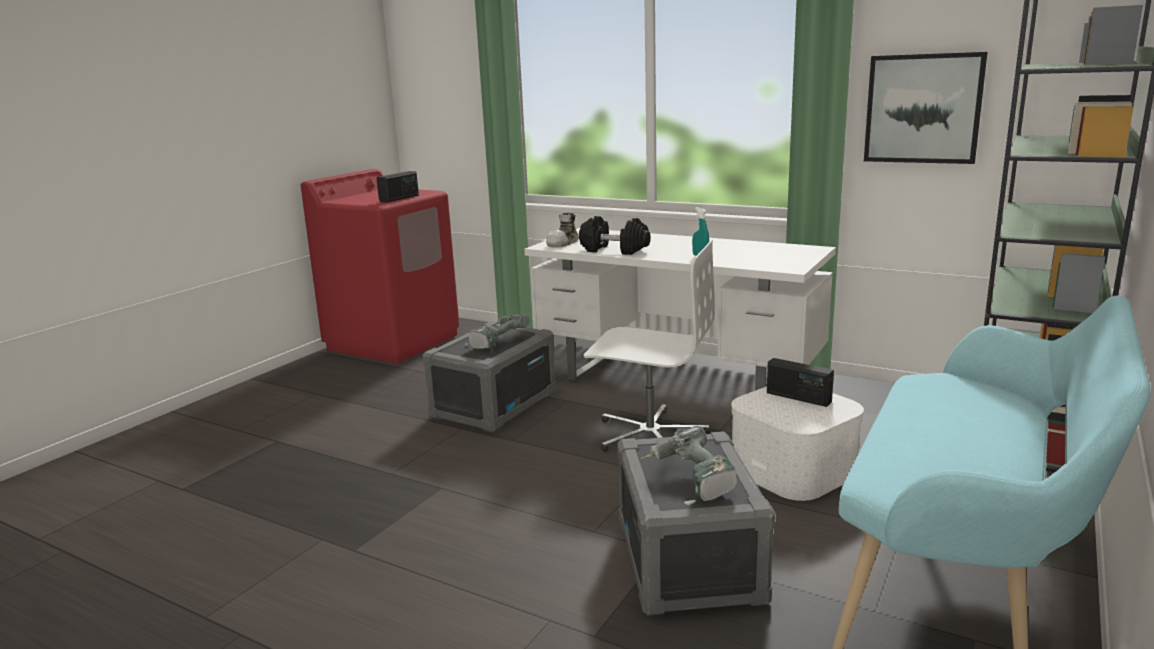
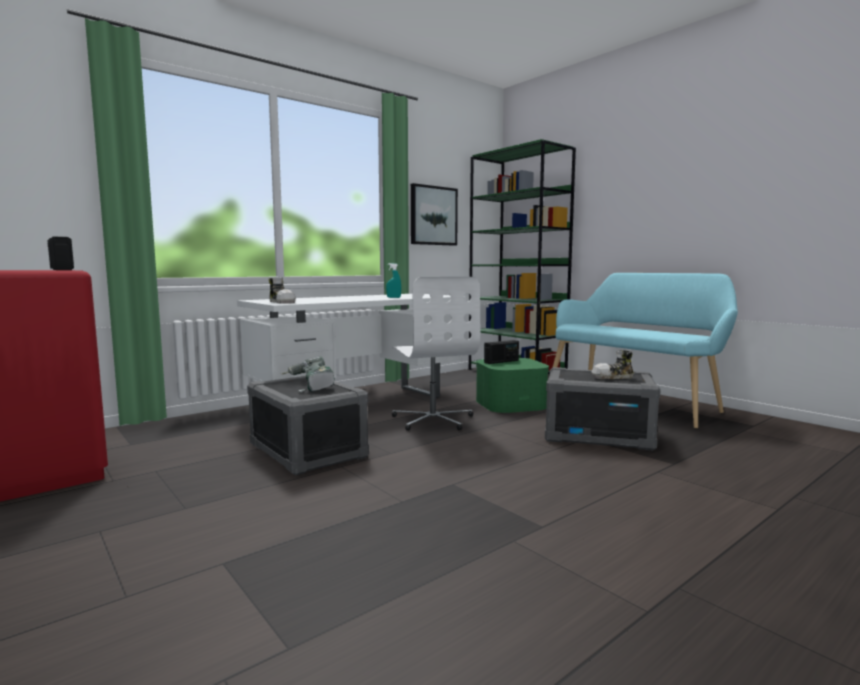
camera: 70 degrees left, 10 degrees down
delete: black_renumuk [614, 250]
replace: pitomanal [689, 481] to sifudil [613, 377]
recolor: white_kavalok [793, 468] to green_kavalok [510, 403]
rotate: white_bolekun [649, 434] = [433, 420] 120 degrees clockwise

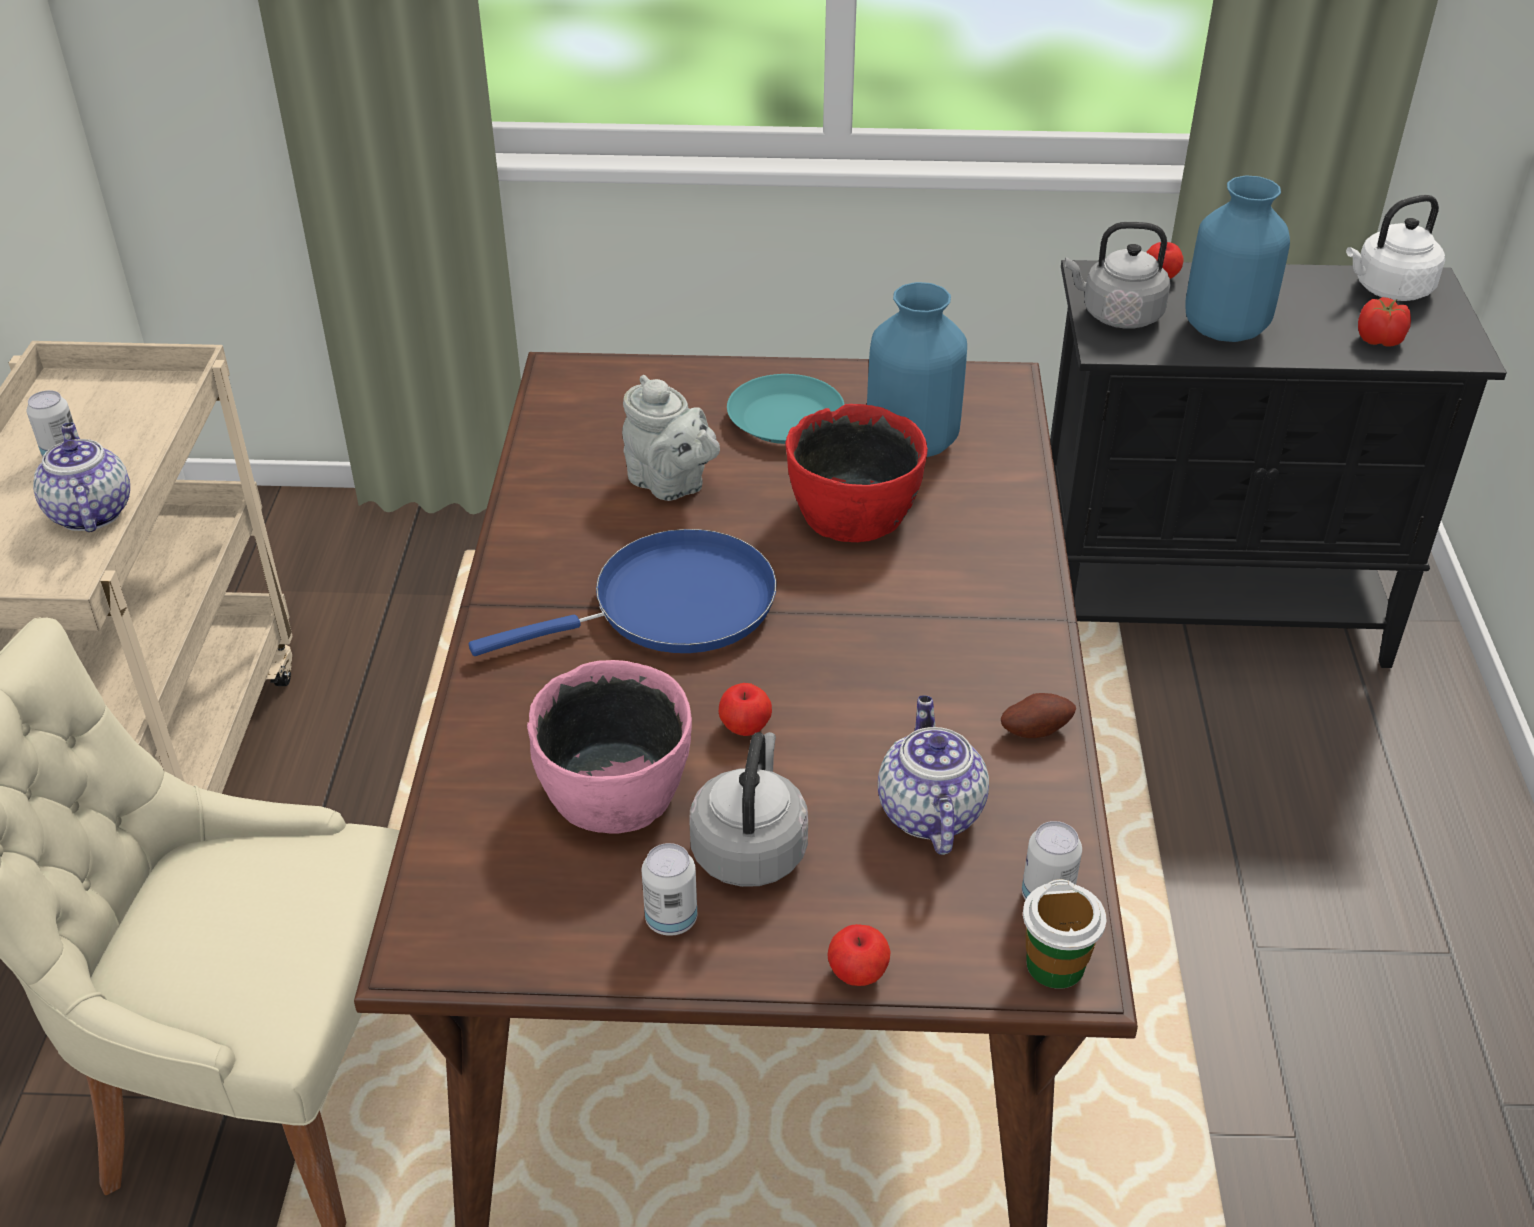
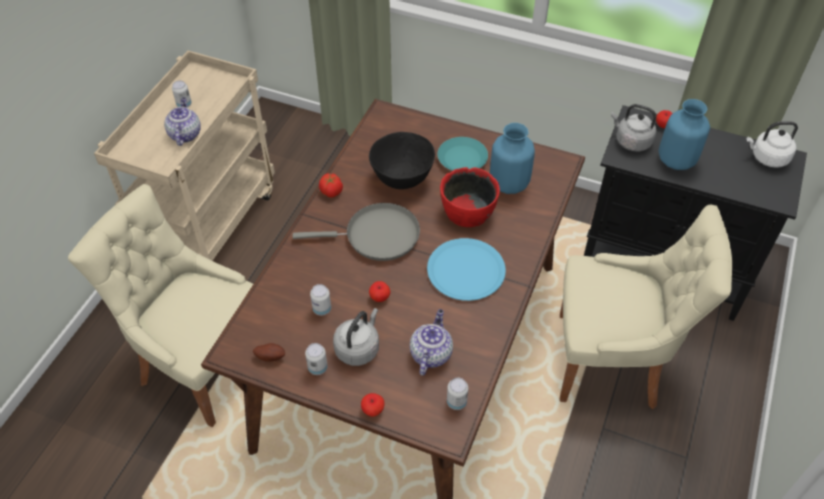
camera: 20 degrees right, 10 degrees up
delete: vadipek [1055, 965]
insert: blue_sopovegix [466, 270]; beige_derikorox [611, 361]
move: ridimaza [1035, 729] to [270, 356]; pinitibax [1380, 341] to [331, 192]
replace: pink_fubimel [617, 788] to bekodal [322, 309]; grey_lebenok [670, 484] to black_fubimel [401, 179]
recolor: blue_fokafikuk [672, 606] to grey_fokafikuk [377, 236]

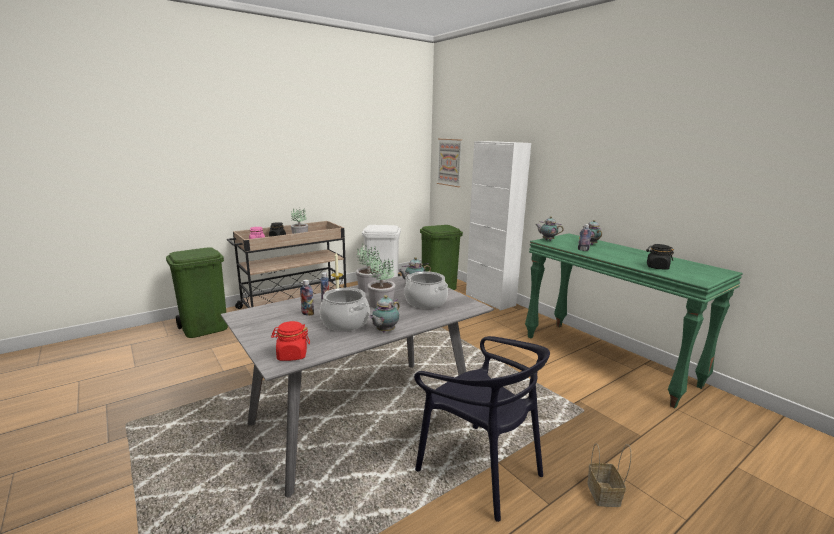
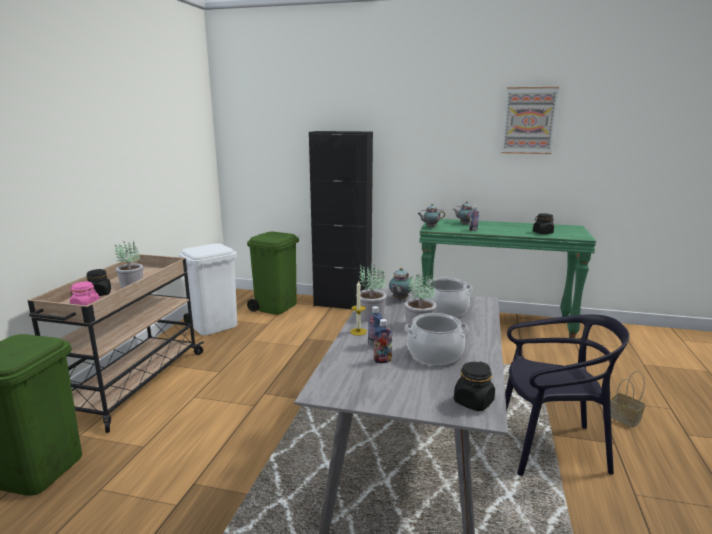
camera: 40 degrees left, 0 degrees up
delete: lebenok [384, 331]
move: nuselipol [449, 162] to [529, 120]
recolor: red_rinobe [292, 355] to black_rinobe [473, 402]; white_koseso [490, 300] to black_koseso [342, 304]

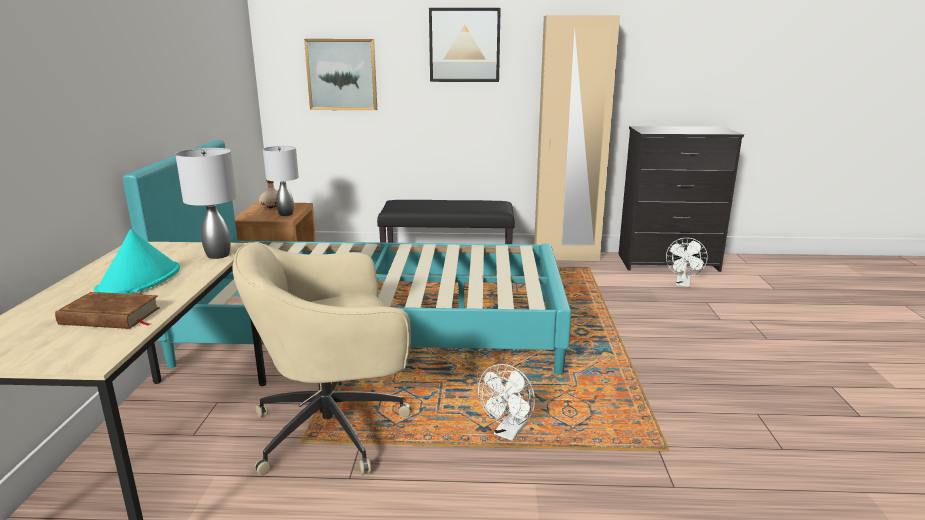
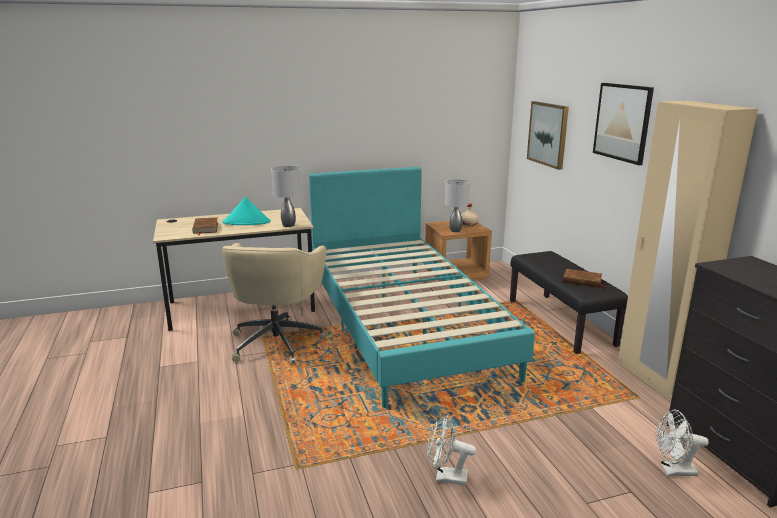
camera: 70 degrees right, 0 degrees up
insert: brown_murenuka [582, 281]
move: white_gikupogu [508, 433] to [446, 477]
rotate: beige_bolekun [335, 428] = [277, 341] 135 degrees counterclockwise

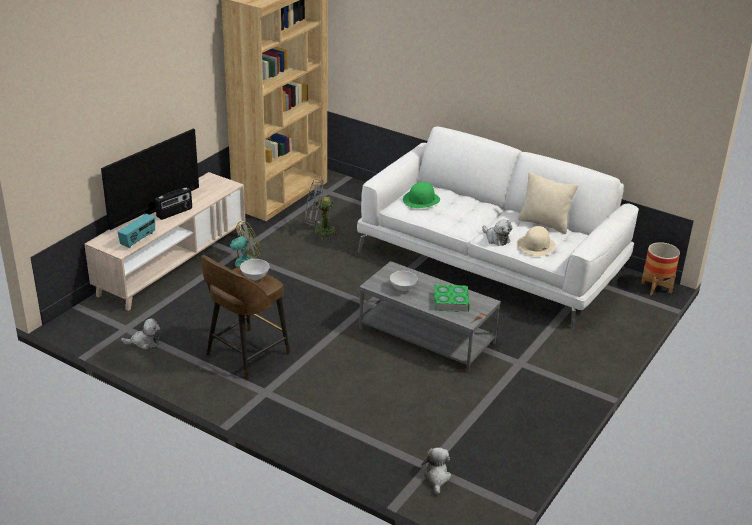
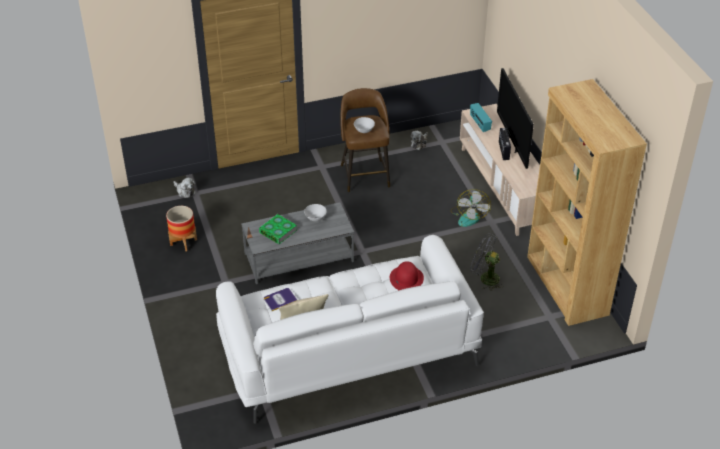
camera: 130 degrees right, 10 degrees up
delete: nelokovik [496, 239]
move: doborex [656, 288] to [183, 242]
replace: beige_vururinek [536, 245] to murenuka [280, 299]
recolor: green_vururinek [421, 200] to red_vururinek [406, 278]
rotate: grey_gikupogu [319, 231] = [485, 278] 105 degrees counterclockwise

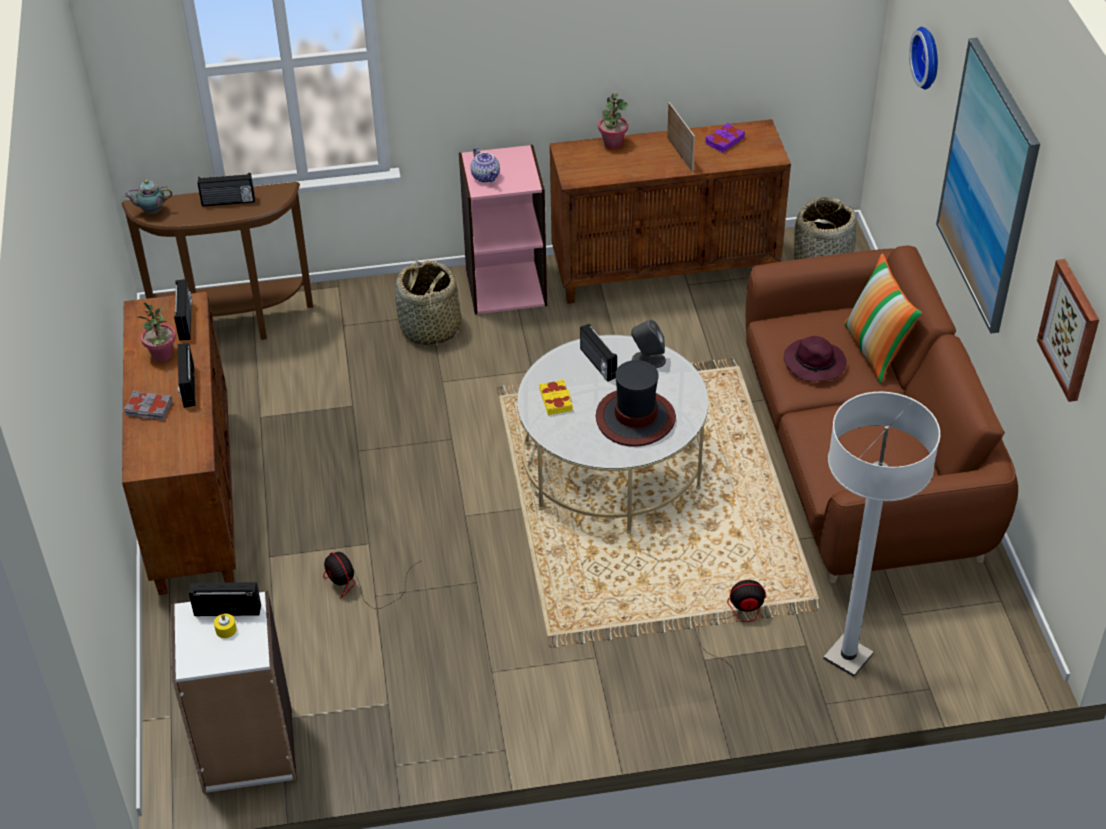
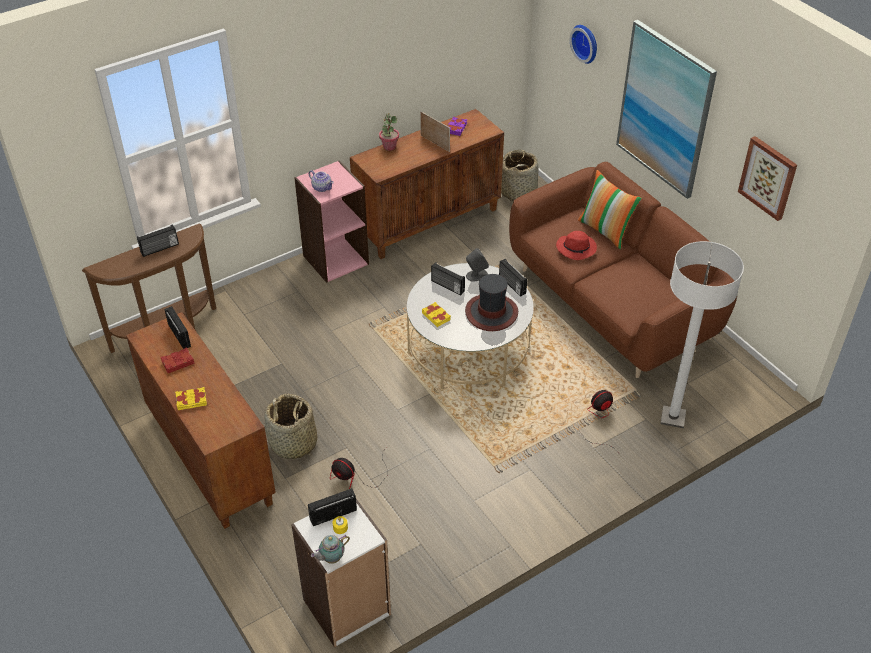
camera: 25 degrees left, 0 degrees up
move: lebenok [151, 211] to [331, 558]; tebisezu [187, 387] to [511, 285]; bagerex [430, 328] to [293, 444]
replace: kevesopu [162, 355] to red_murenuka [177, 362]
recolor: grey_murenuka [148, 409] to yellow_murenuka [191, 401]; purple_vururinek [815, 364] to red_vururinek [577, 248]

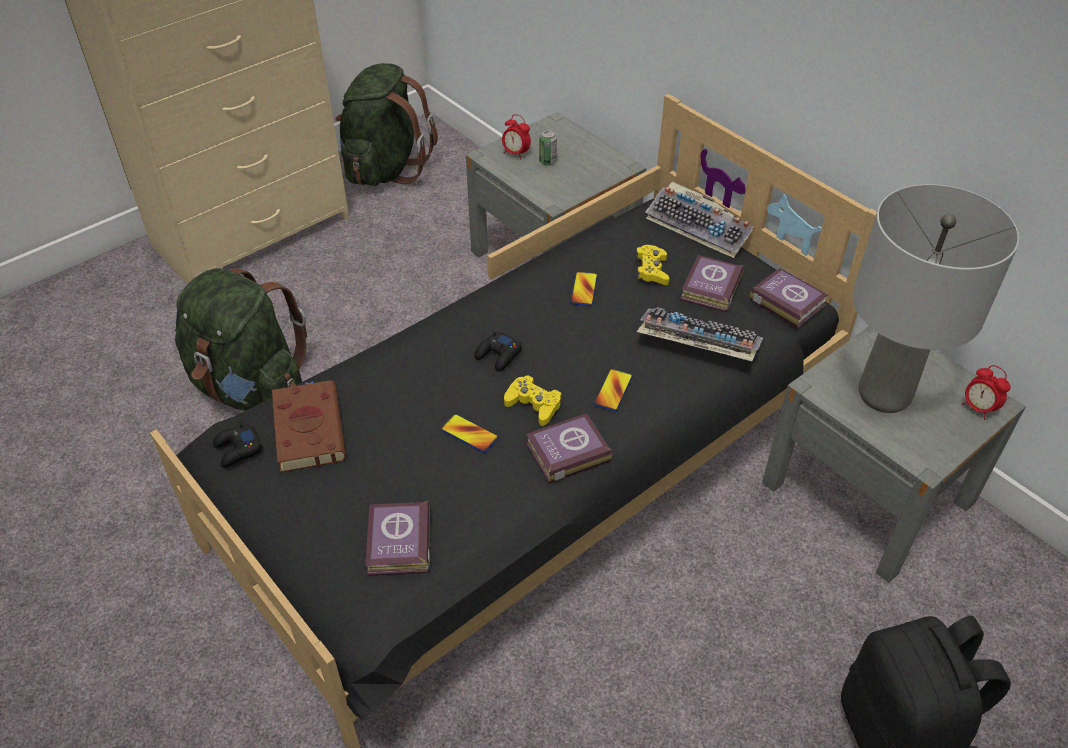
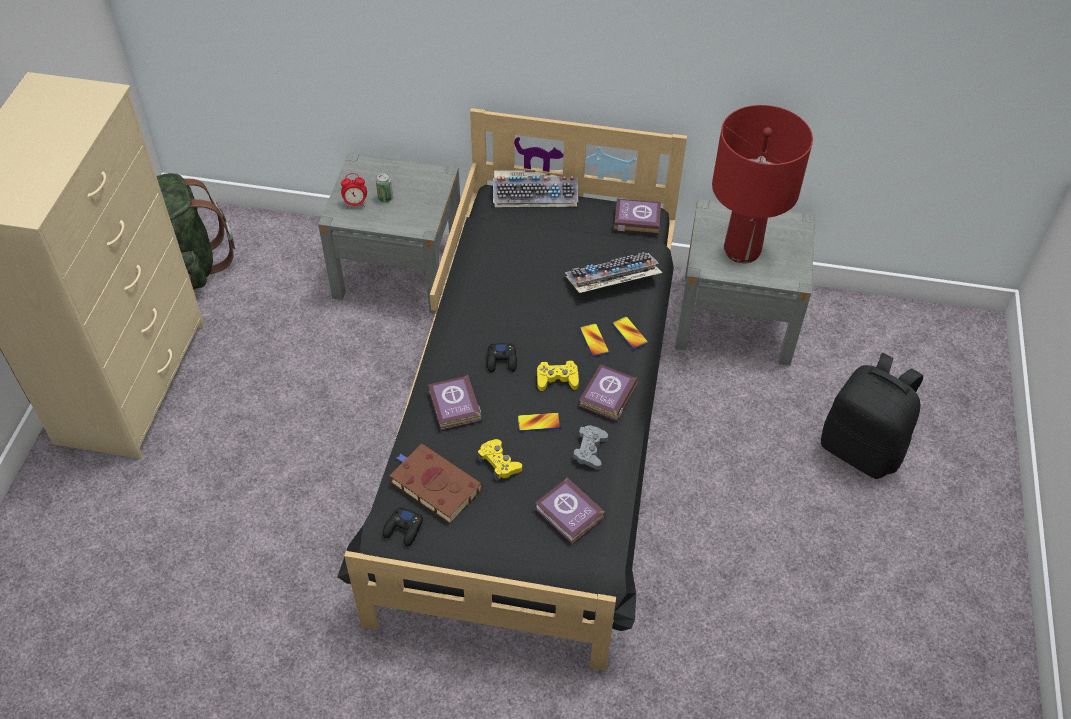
camera: 40 degrees left, 5 degrees up
delete: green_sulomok [250, 387]; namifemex [978, 408]
insert: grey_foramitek [590, 450]
move: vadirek [584, 289] to [630, 333]; yellow_foramitek [651, 270] to [499, 463]; murenuka [709, 289] to [454, 408]
recolor: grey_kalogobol [884, 394] to red_kalogobol [741, 250]

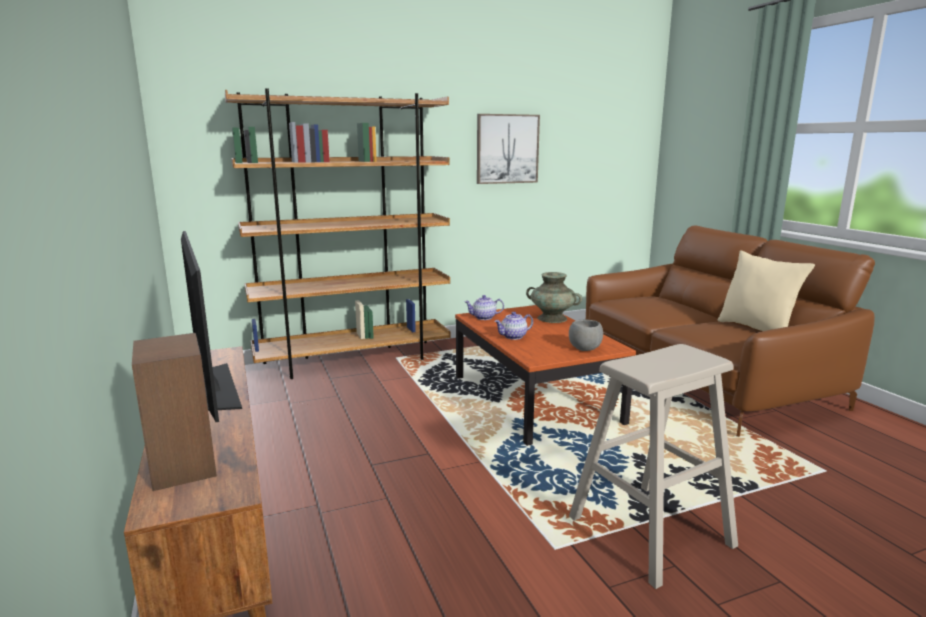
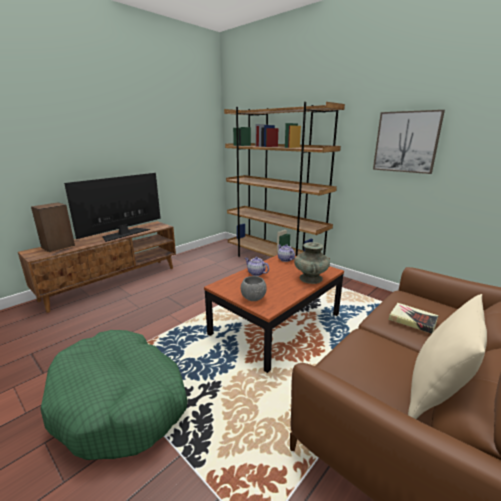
camera: 65 degrees right, 5 degrees up
insert: murenuka [412, 320]
replace: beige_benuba [650, 532] to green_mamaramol [120, 402]

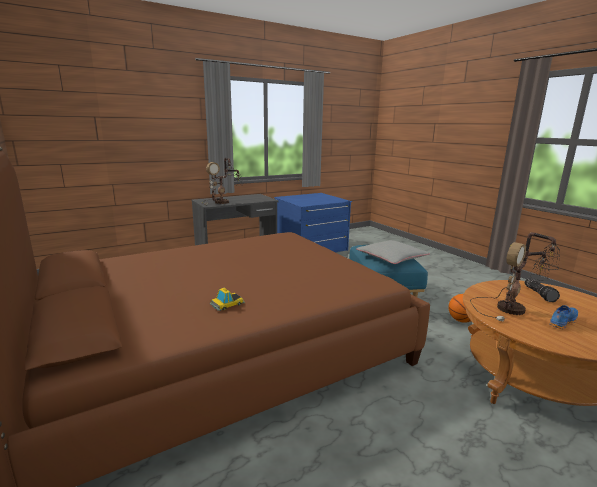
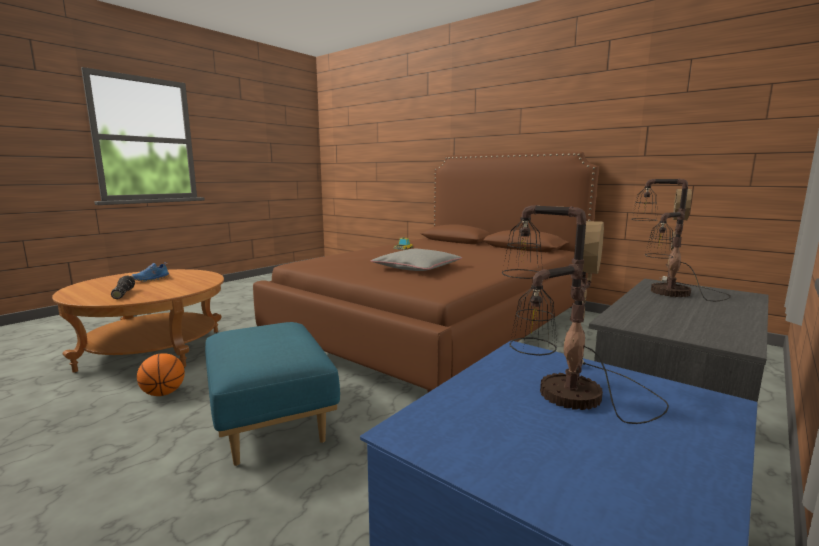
camera: 160 degrees right, 5 degrees down
move: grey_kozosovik [391, 257] to [417, 267]; kalogobol [512, 309] to [566, 396]

